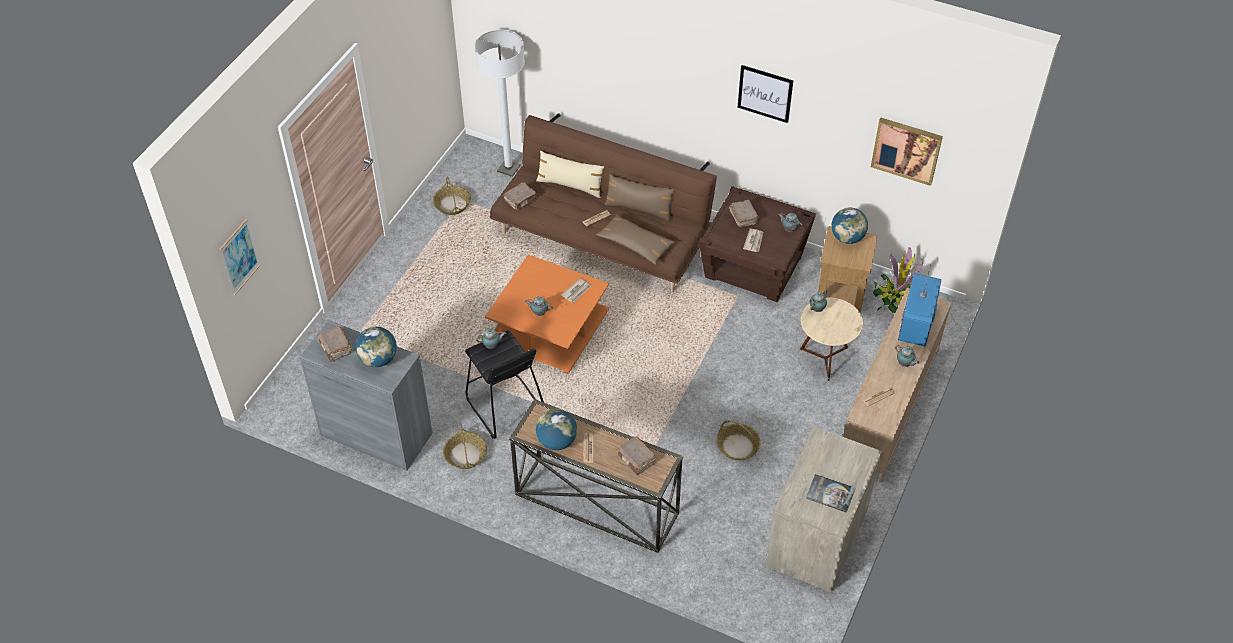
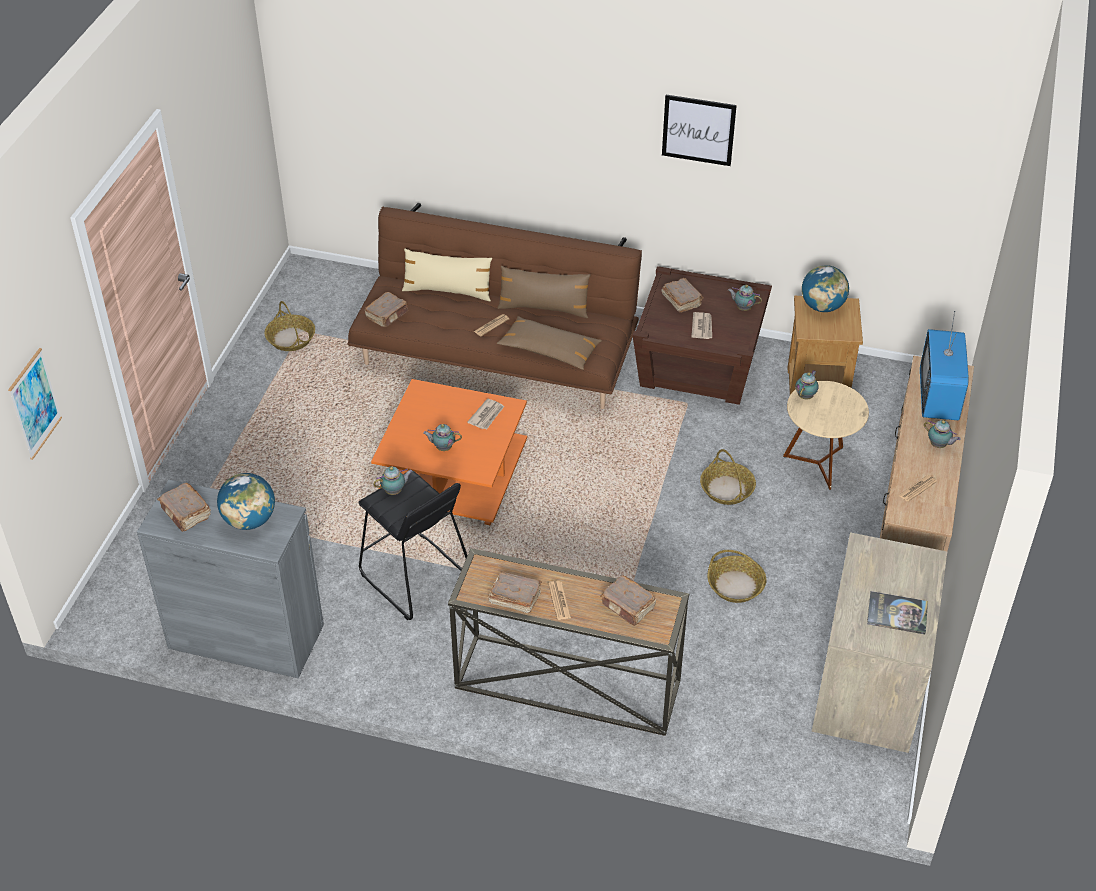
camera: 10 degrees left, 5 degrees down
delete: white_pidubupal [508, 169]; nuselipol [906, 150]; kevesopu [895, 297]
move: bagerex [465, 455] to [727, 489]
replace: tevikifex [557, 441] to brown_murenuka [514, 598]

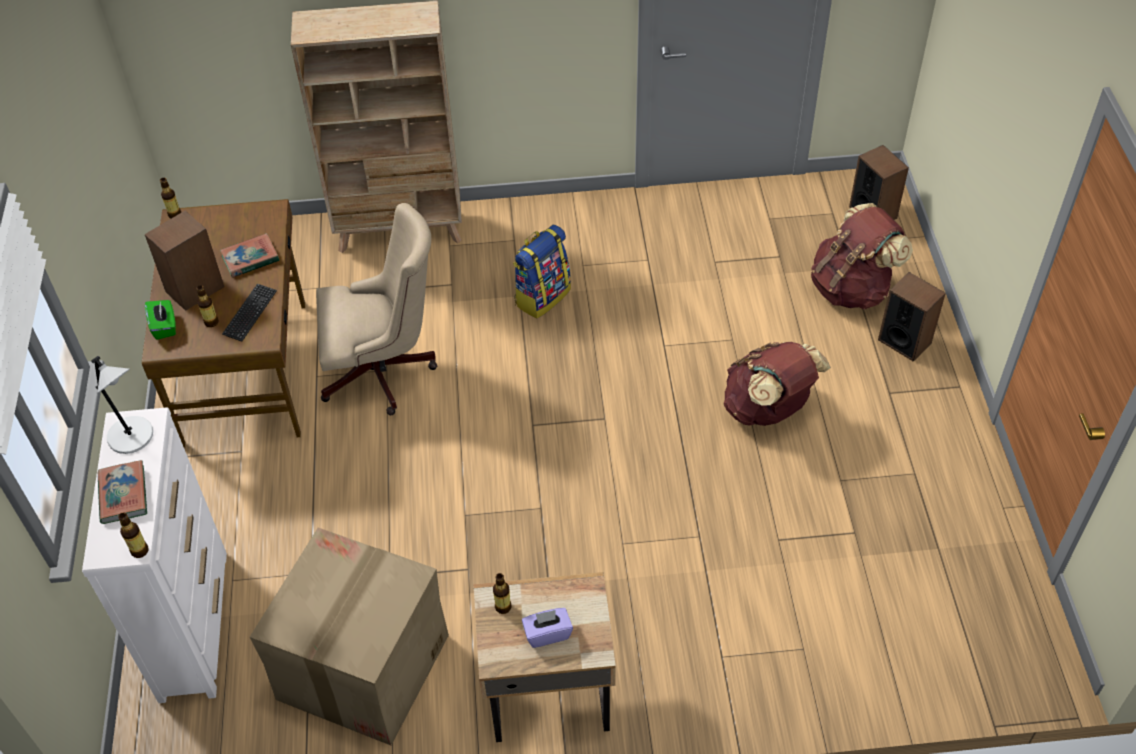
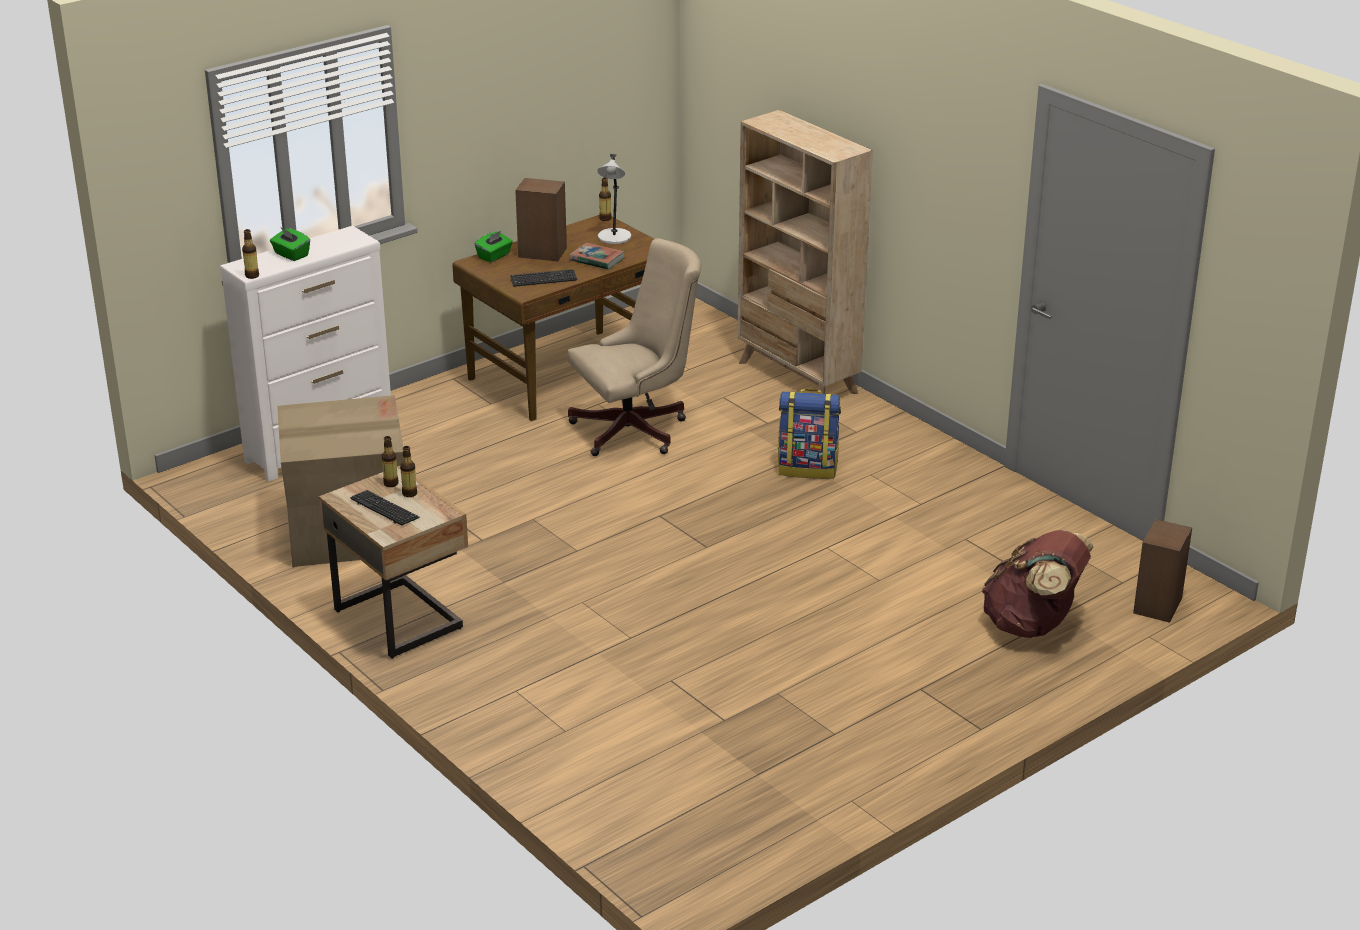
camera: 55 degrees right, 20 degrees down
delete: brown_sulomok [768, 409]; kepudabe [904, 341]
move: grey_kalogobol [132, 437] to [614, 238]; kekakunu [211, 322] to [409, 493]
replace: murenuka [123, 495] to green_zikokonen [291, 255]; purple_zikokonen [547, 633] to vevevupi [384, 509]
rotate: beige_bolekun [384, 371] = [637, 430] 75 degrees counterclockwise

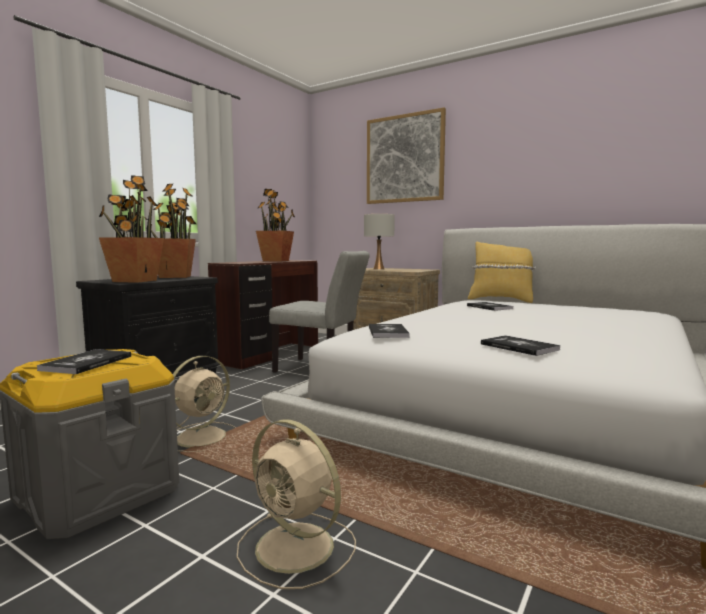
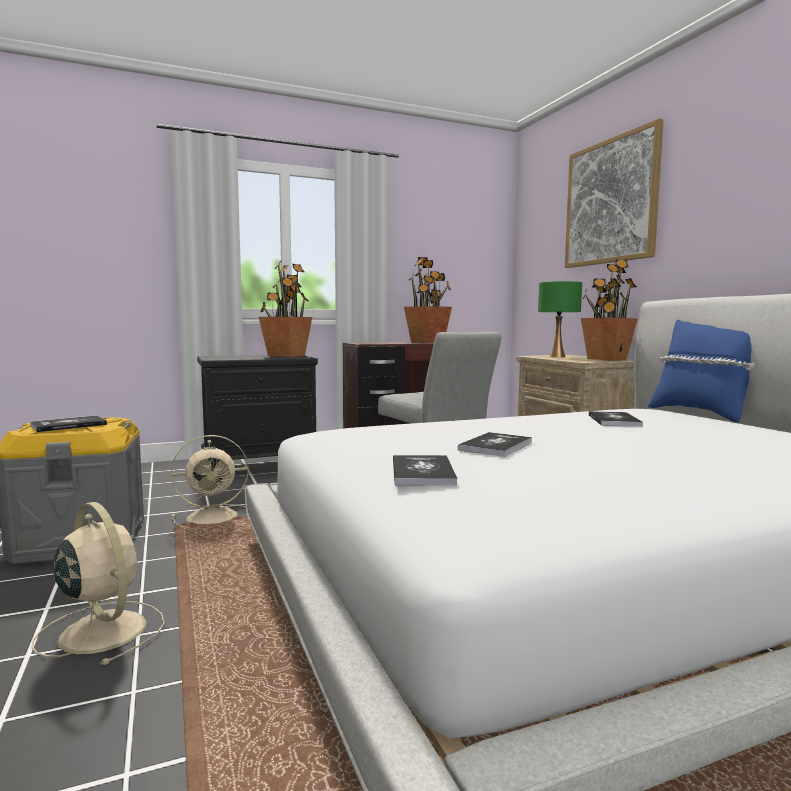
camera: 35 degrees right, 0 degrees up
move: kevesopu [134, 281] to [606, 359]; murenuka [388, 332] to [495, 446]
recolor: white_kalogobol [378, 269] to green_kalogobol [557, 356]; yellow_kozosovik [501, 300] to blue_kozosovik [700, 413]
rotate: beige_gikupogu [297, 548] = [101, 630] 150 degrees clockwise

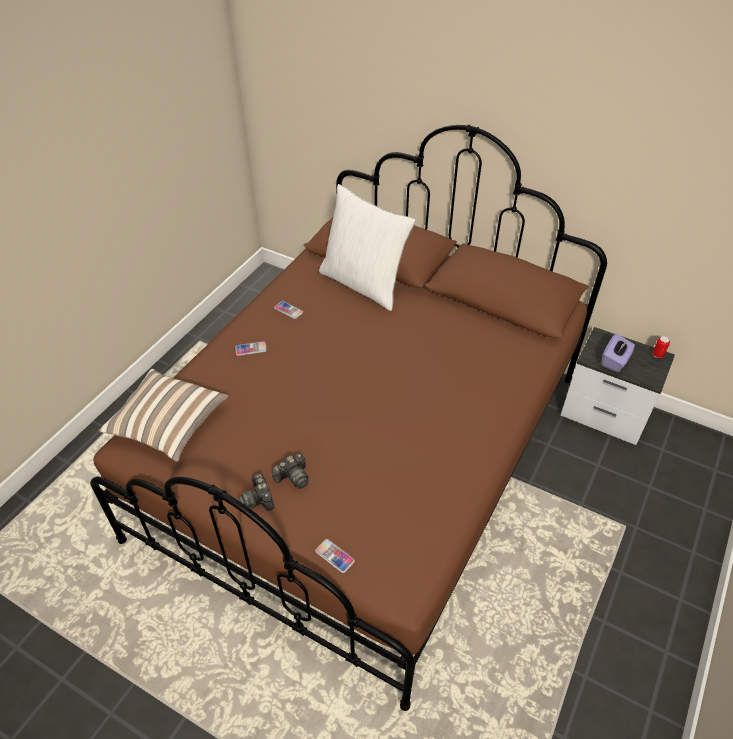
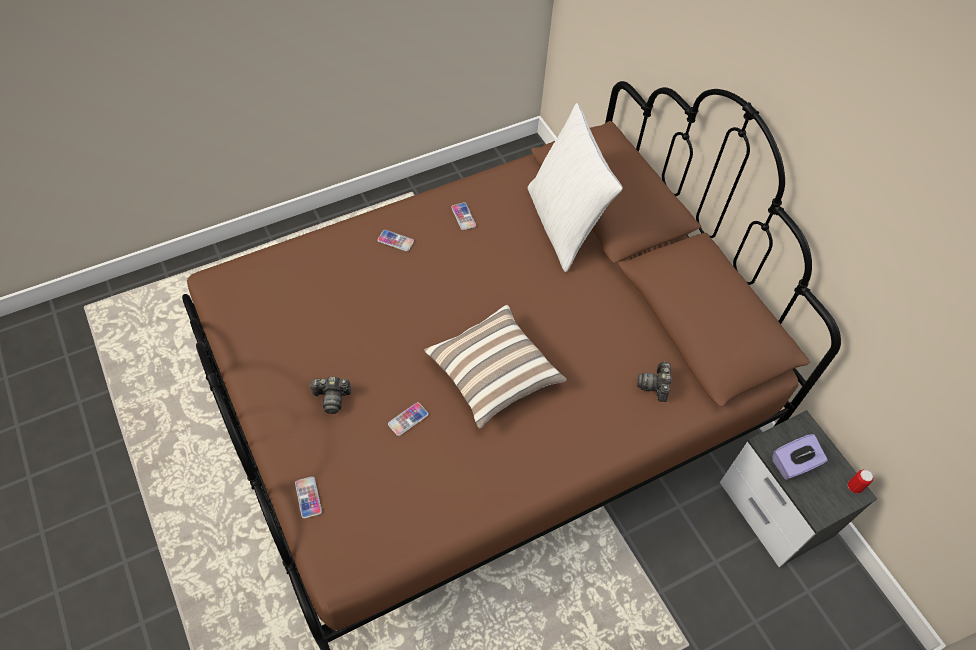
camera: 30 degrees right, 10 degrees up
insert: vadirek [408, 419]
move: kozosovik [168, 425] to [493, 375]; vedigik [258, 499] to [655, 385]

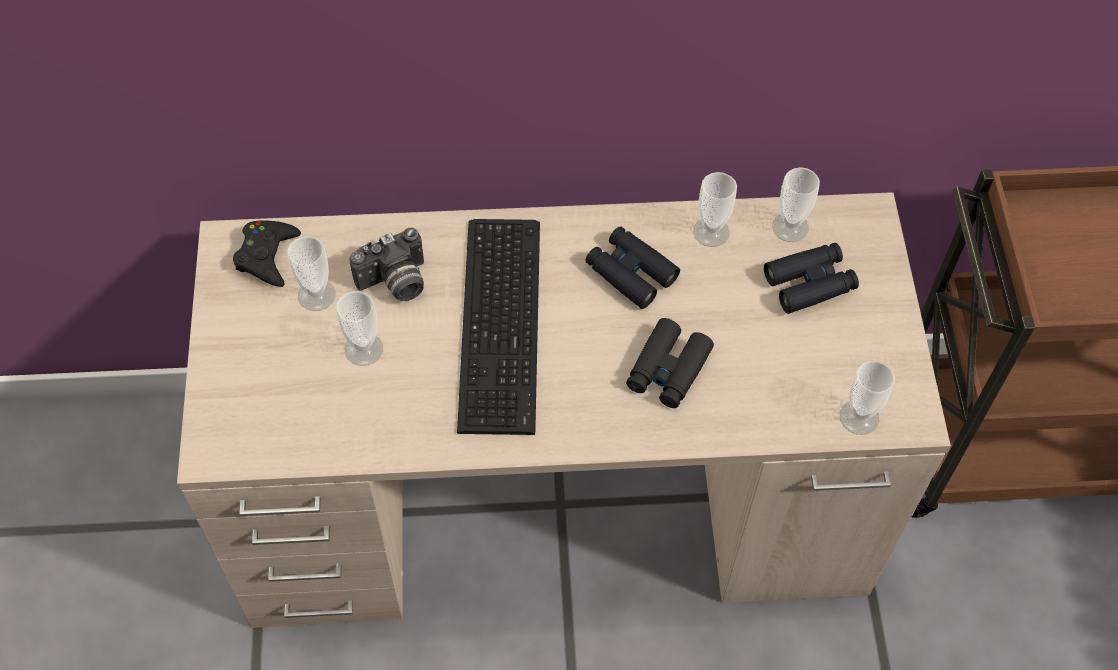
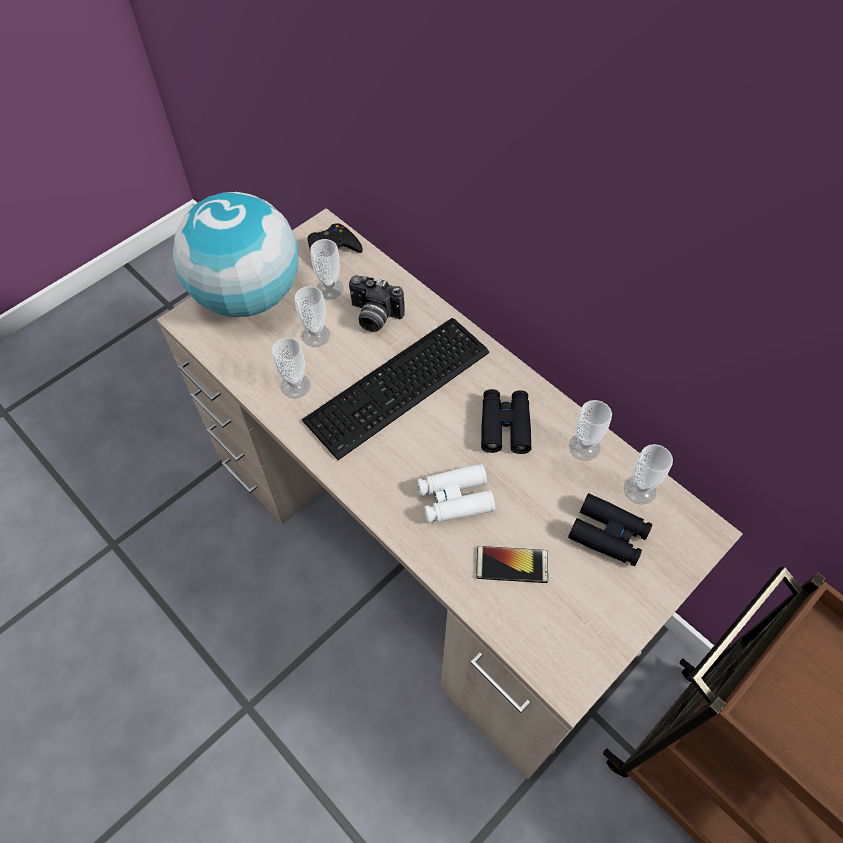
camera: 50 degrees right, 0 degrees up
insert: tevikifex [248, 295]; vadirek [512, 565]
move: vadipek [859, 417] to [295, 386]
recolor: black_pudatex [668, 370] to white_pudatex [454, 498]

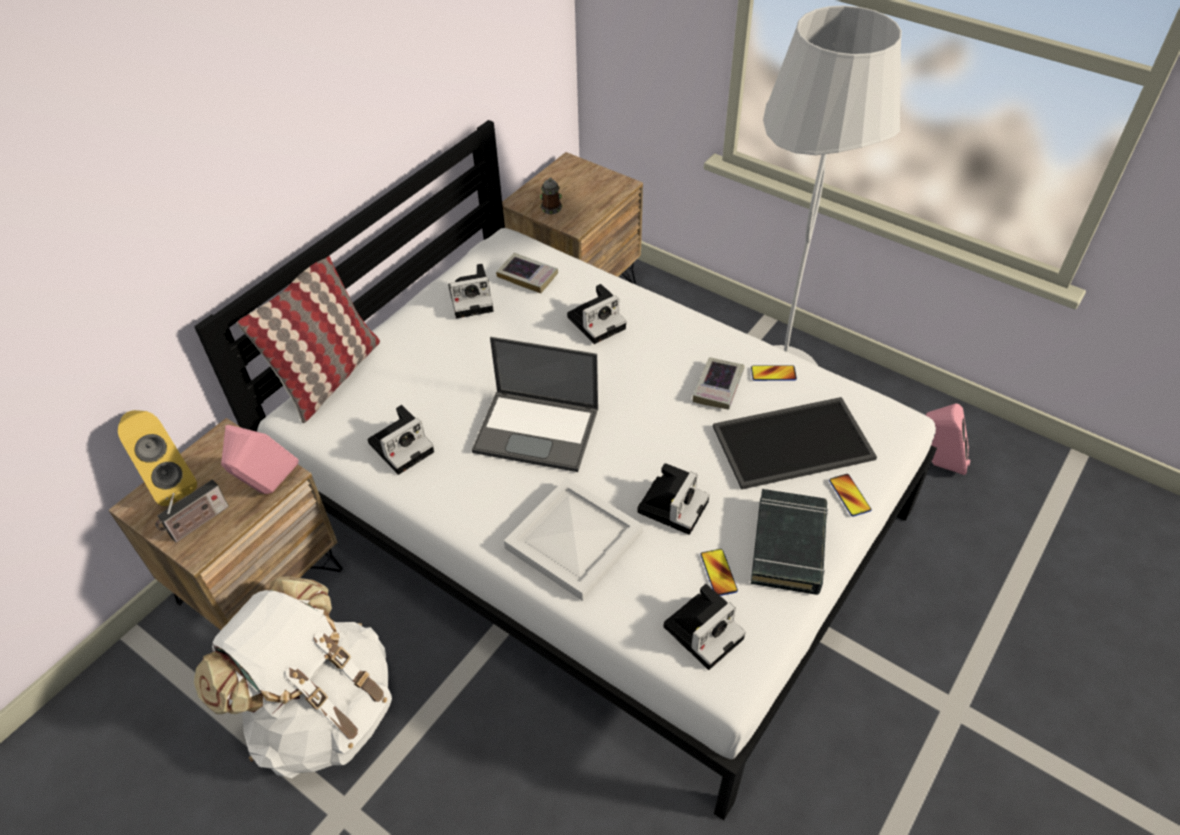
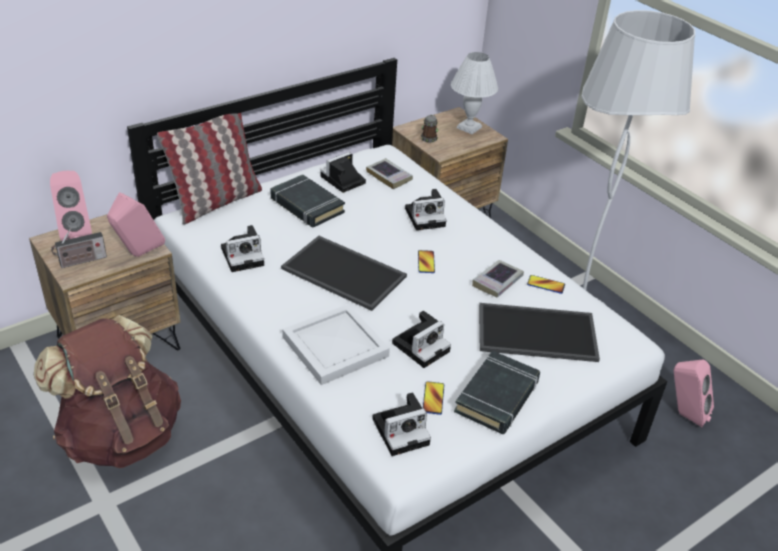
camera: 15 degrees right, 10 degrees down
insert: black_murenuka [306, 206]; white_kalogobol [468, 127]
move: vadirek [849, 495] to [426, 262]
replace: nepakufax [538, 430] to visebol [345, 272]
recolor: yellow_kepudabe [170, 484] to pink_kepudabe [76, 234]; white_sulomok [322, 712] to brown_sulomok [121, 435]
rotate: vedigik [473, 298] = [342, 180] 135 degrees clockwise

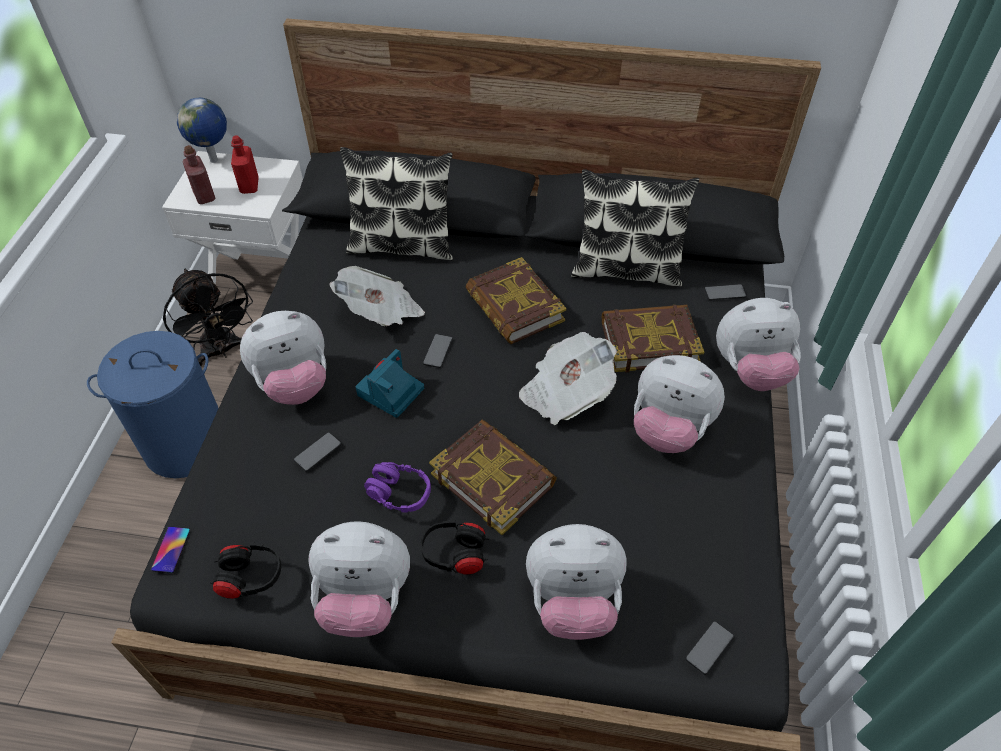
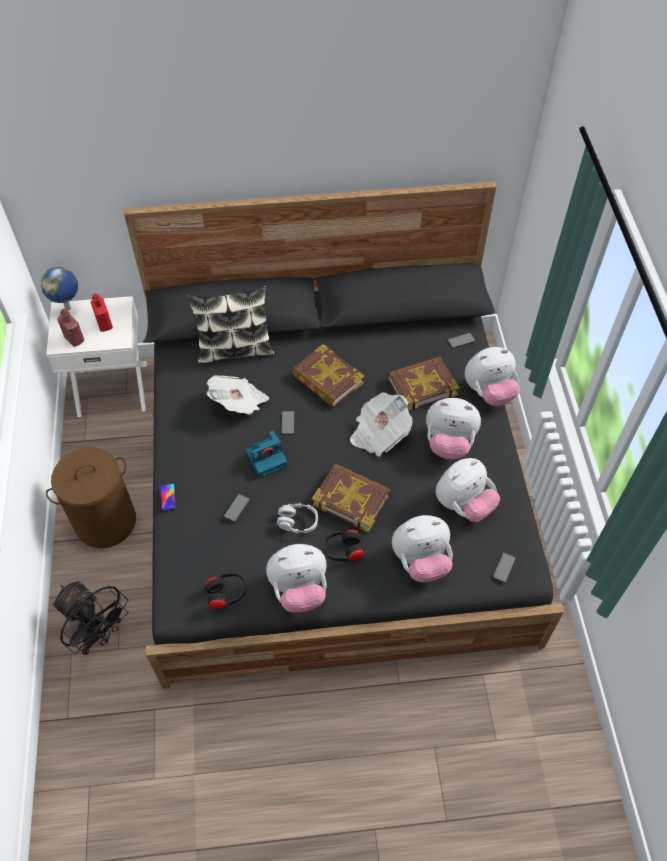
camera: 15 degrees left, 5 degrees up
delete: kozosovik [626, 269]
move: vadirek [171, 549] to [168, 497]; black_gikupogu [222, 351] to [99, 634]; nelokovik [294, 384] to [463, 504]
recolor: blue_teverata [185, 444] to brown_teverata [105, 522]; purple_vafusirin [399, 493] to grey_vafusirin [297, 521]
rotate: vedigik [390, 393] = [267, 458] 135 degrees counterclockwise

